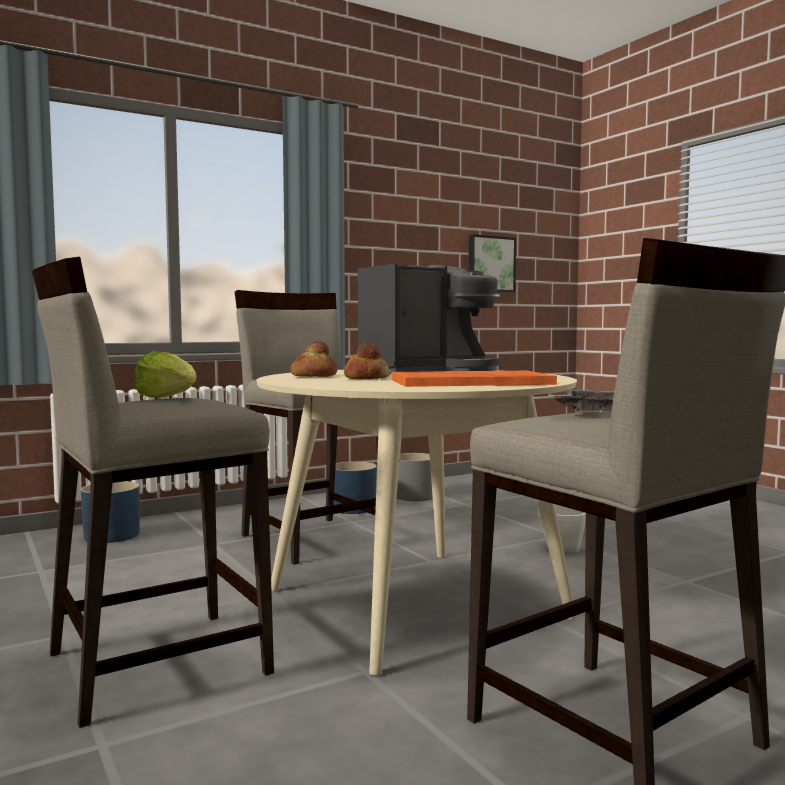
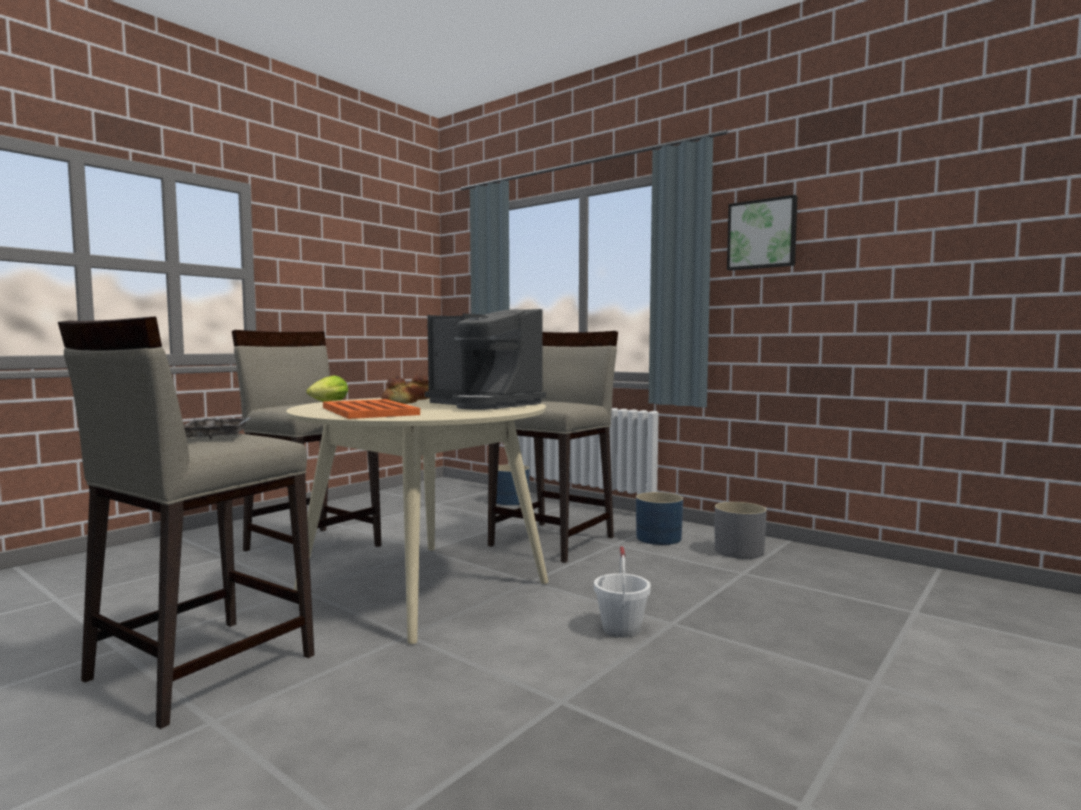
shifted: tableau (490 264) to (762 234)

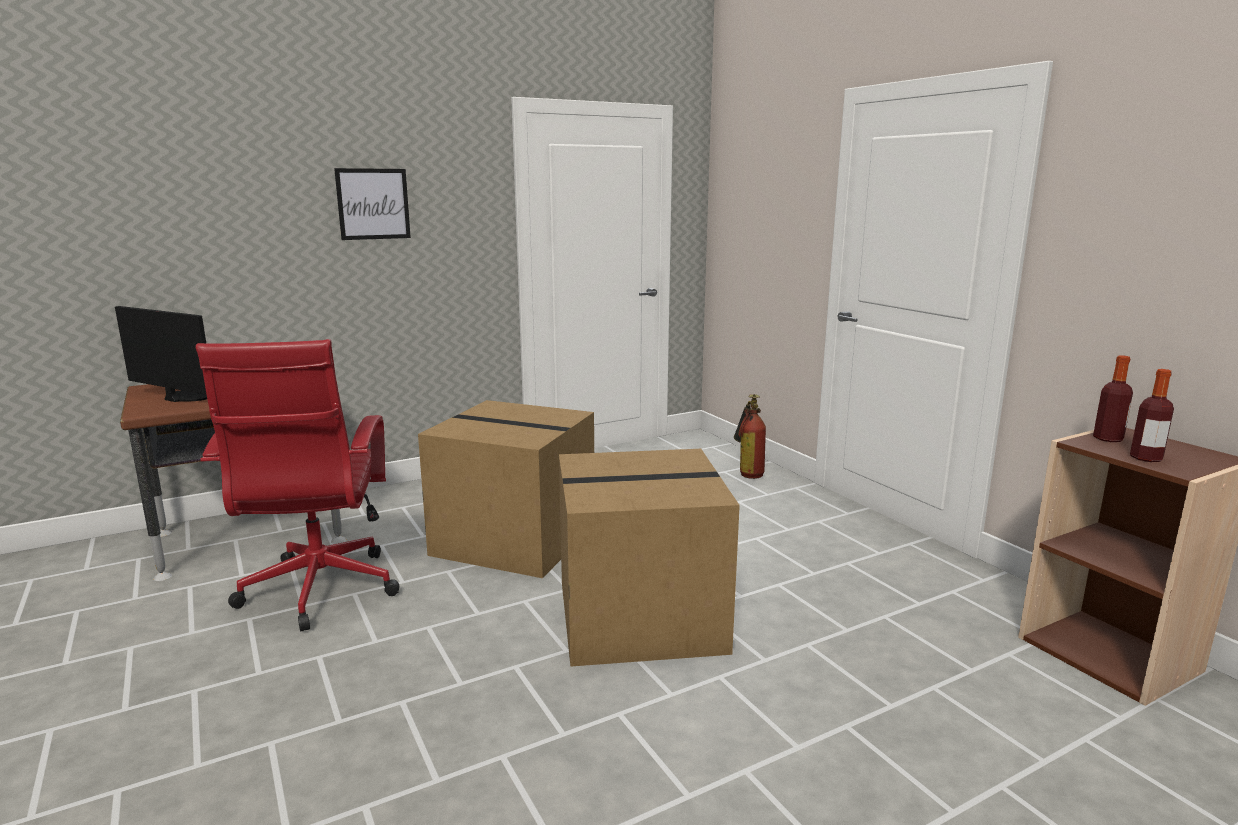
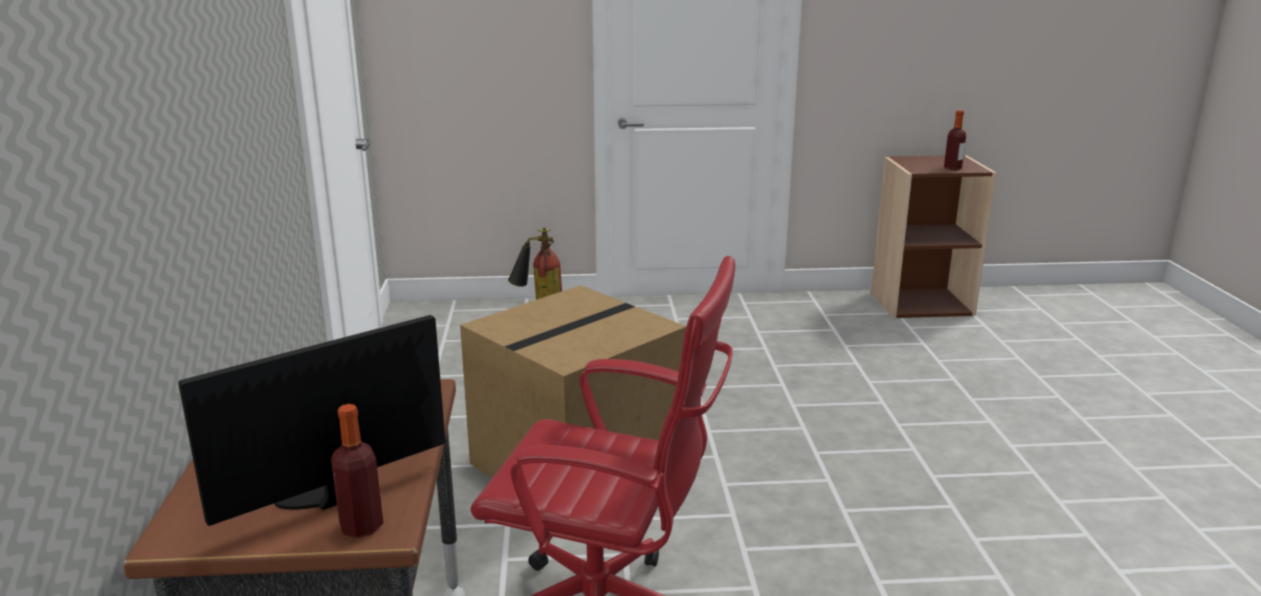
gone: tableau (373 204); carton (642 615)
shifted: bouteille (1108 438) to (362 527)

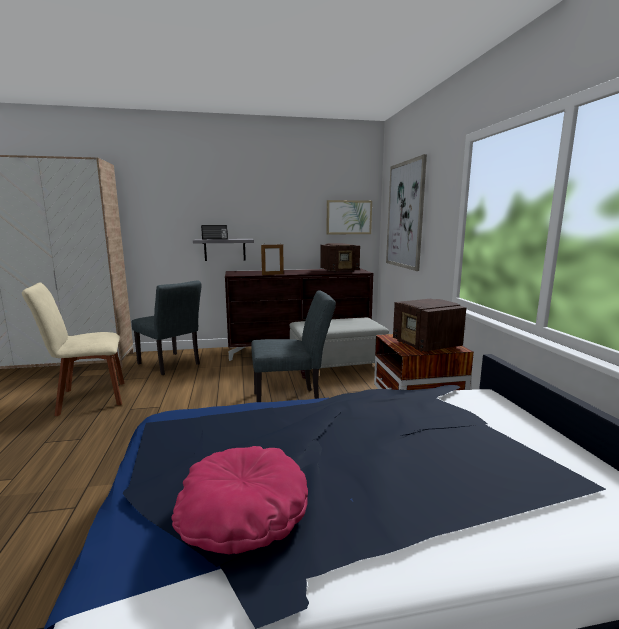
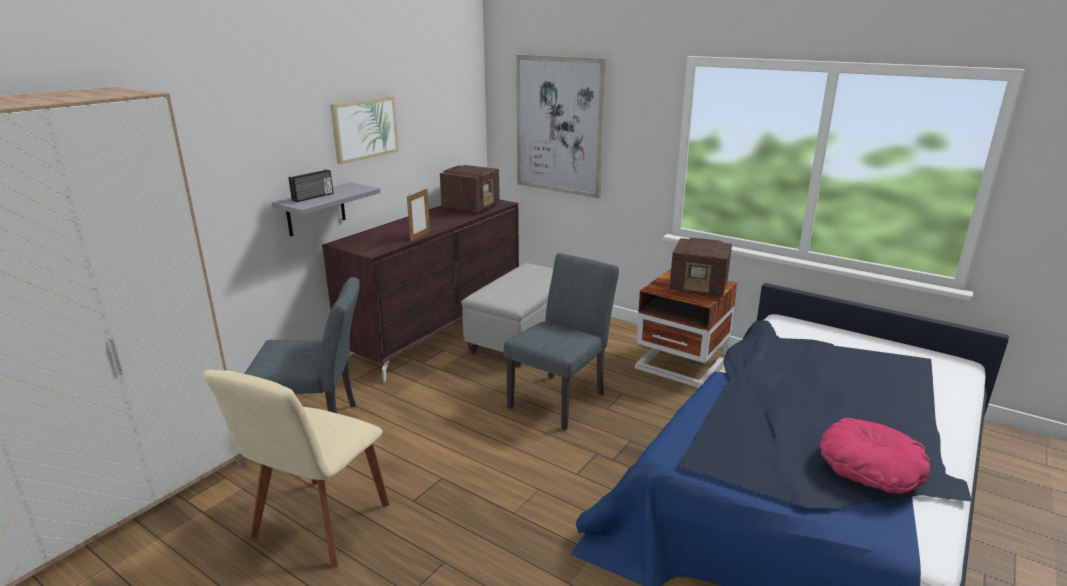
shifted: tableau (348 217) to (364 129)

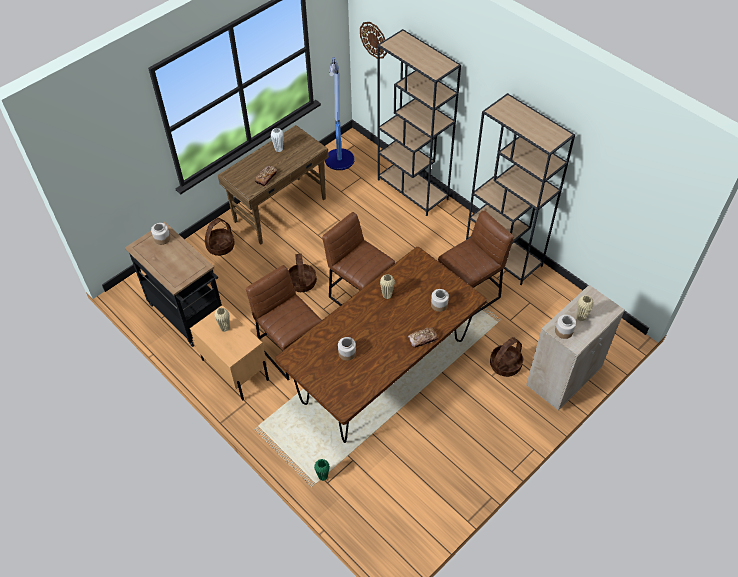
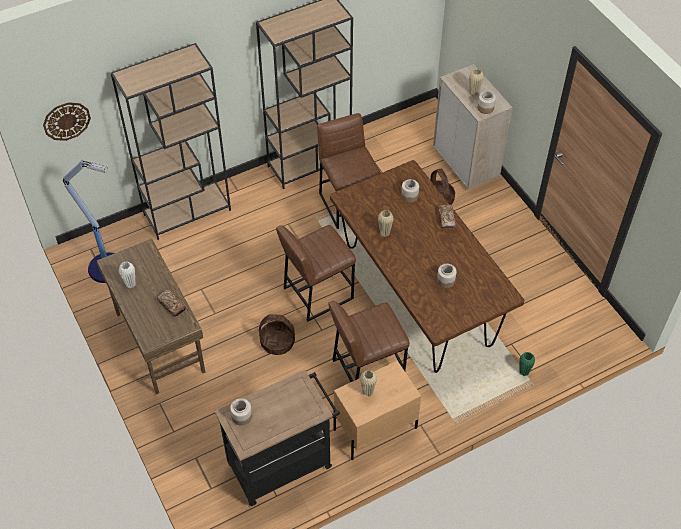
gone: panier (220 246)

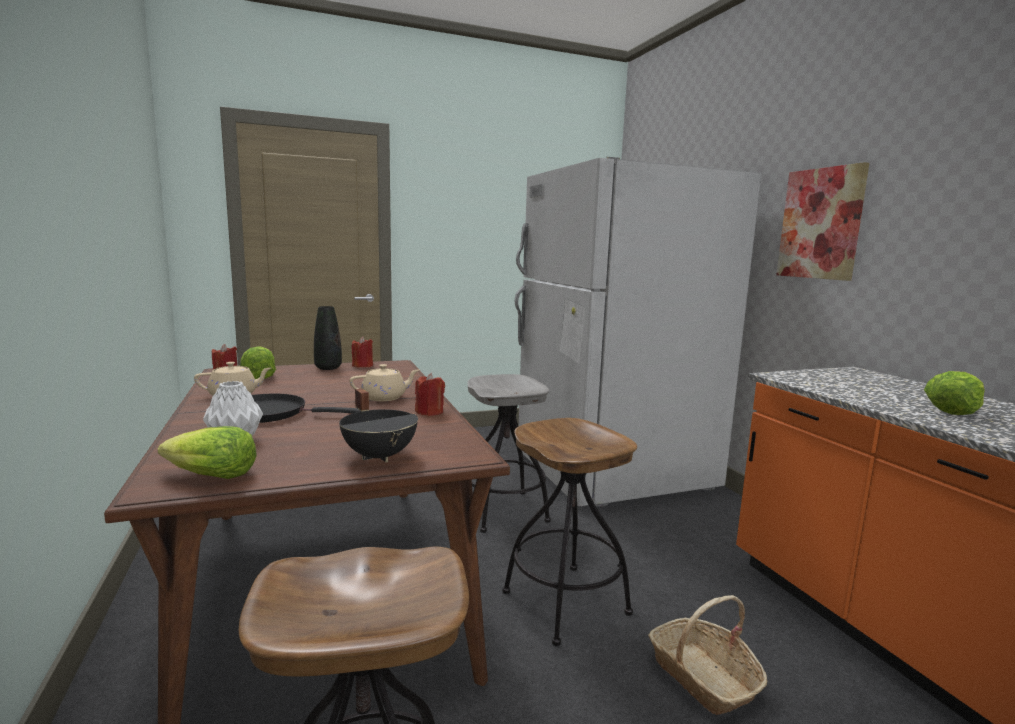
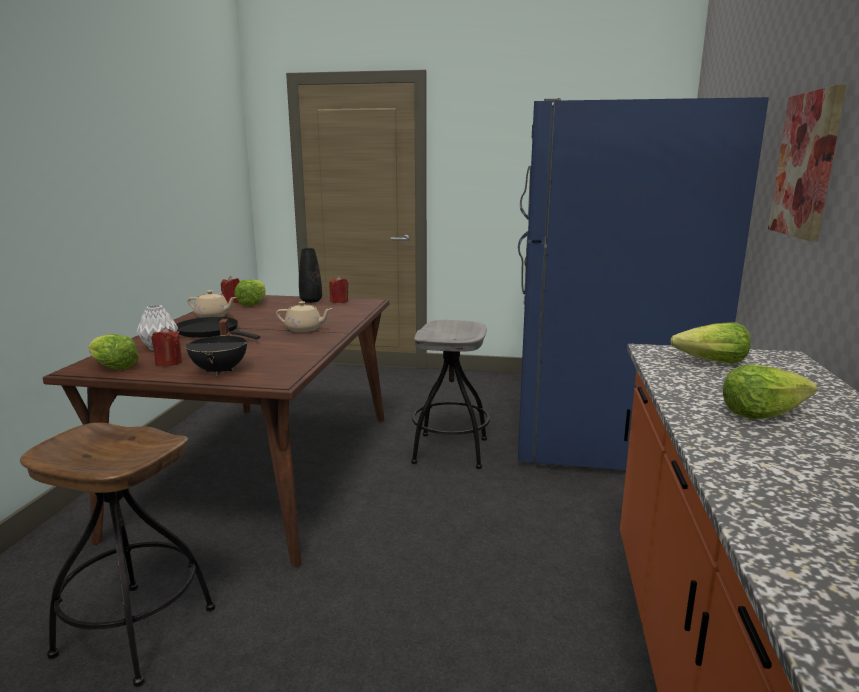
gone: tabouret [marron] (566 602); panier (703 677)
new: laitue (711 362)
shifted: bougie [rouge] (429 412) to (169 362)
repainted: réfrigérateur [blanc] (613 470) to réfrigérateur [bleu] (602 437)

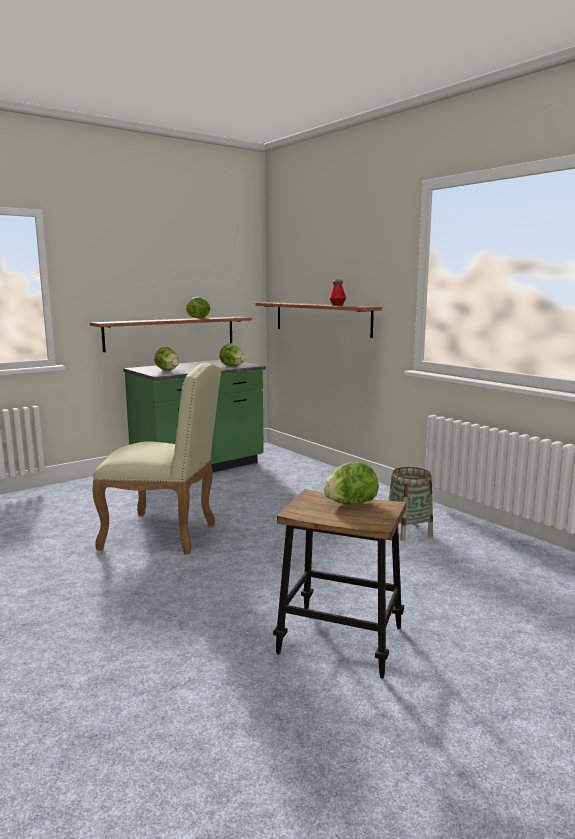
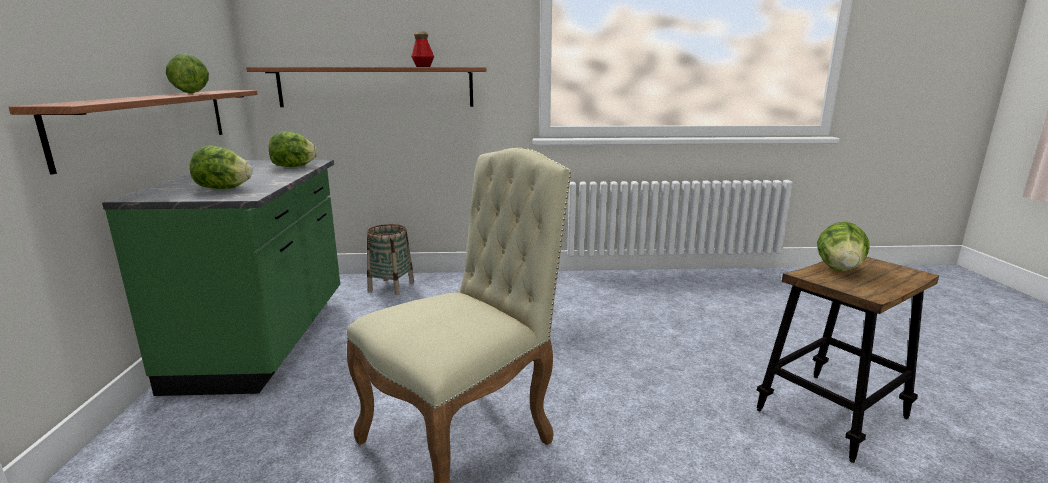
shifted: panier (409 532) to (391 287)

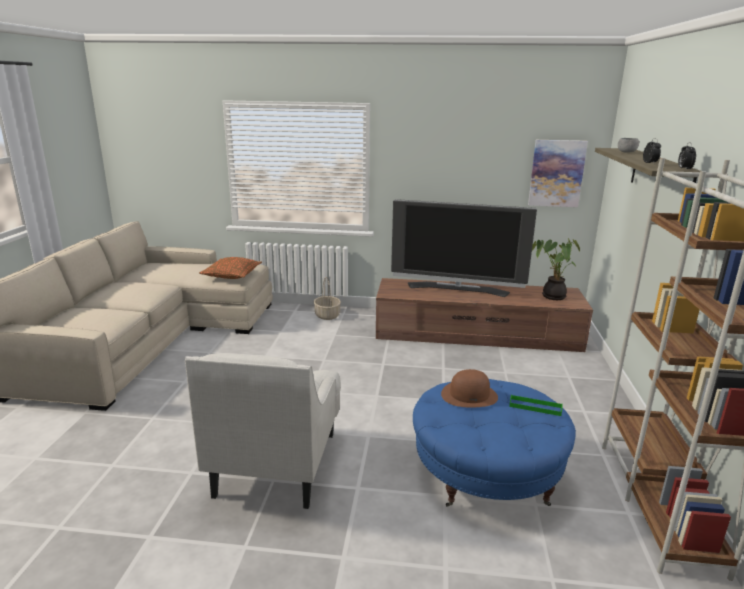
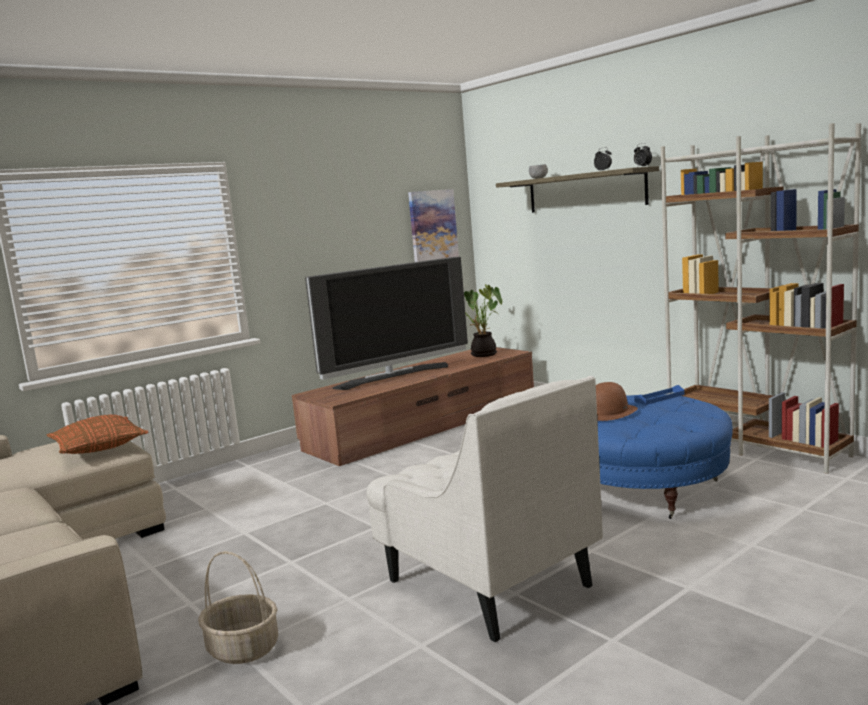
shifted: panier (327 315) to (242 649)
repainted: plateau [vert] (535 407) to plateau [bleu] (659 398)

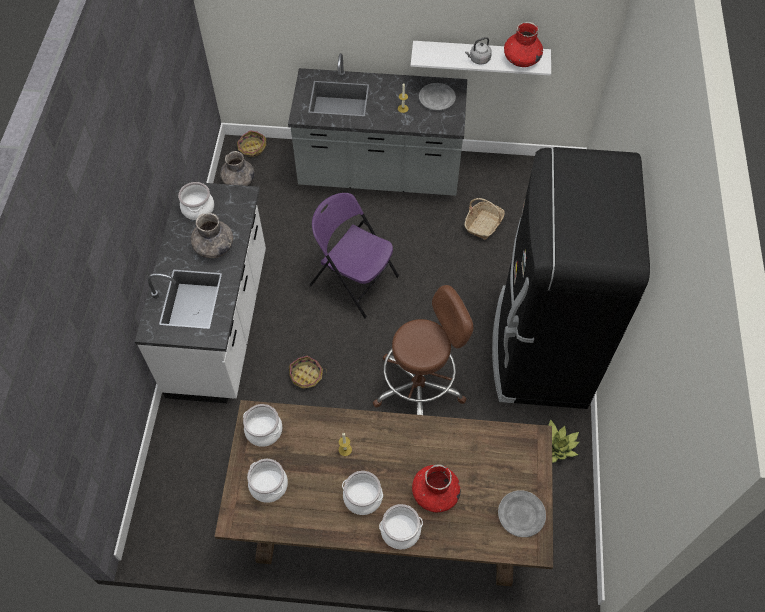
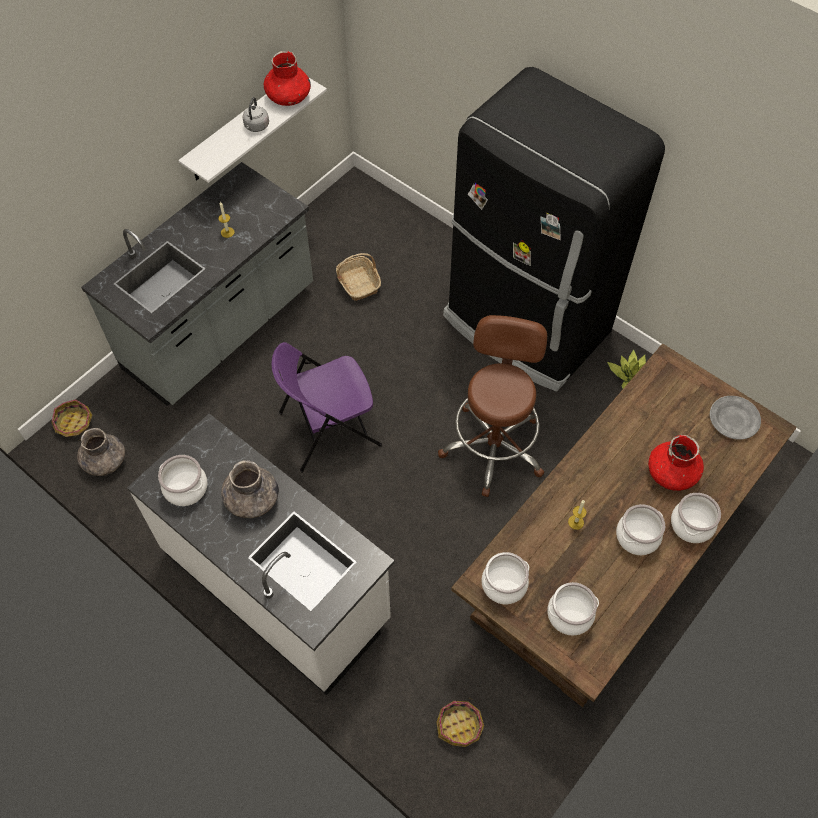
gone: assiette [gris] (436 98)
shifted: panier (306 376) to (460 726)

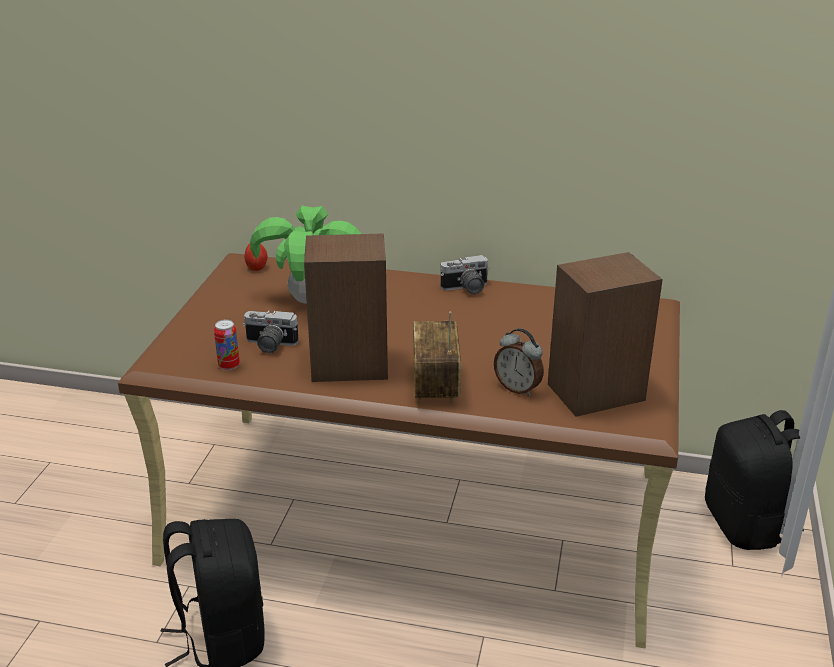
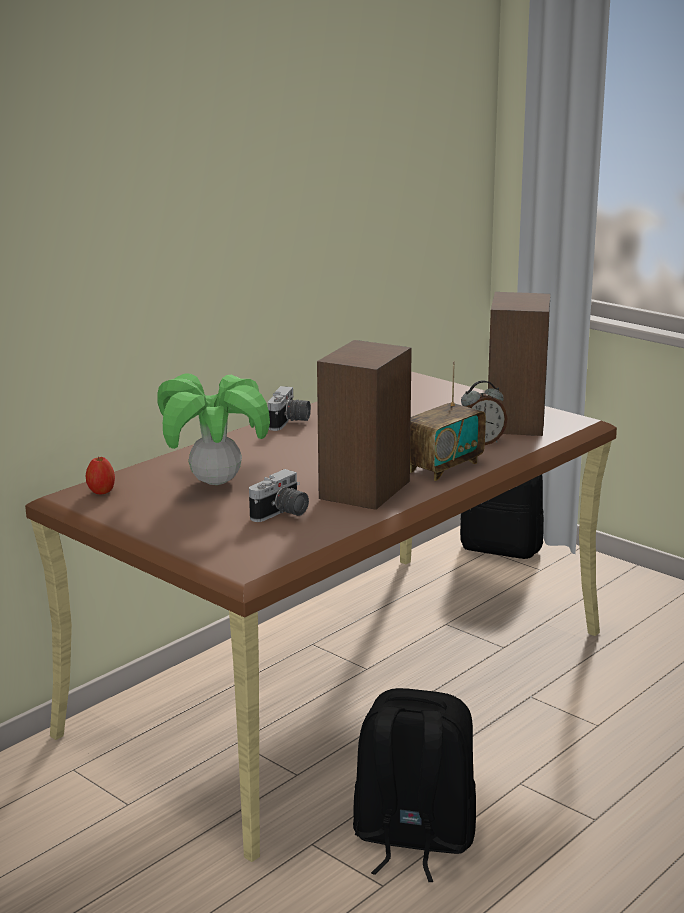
gone: boîte métallique (229 366)
rotated: radio (436 385) = (442 467) 75 degrees counterclockwise

